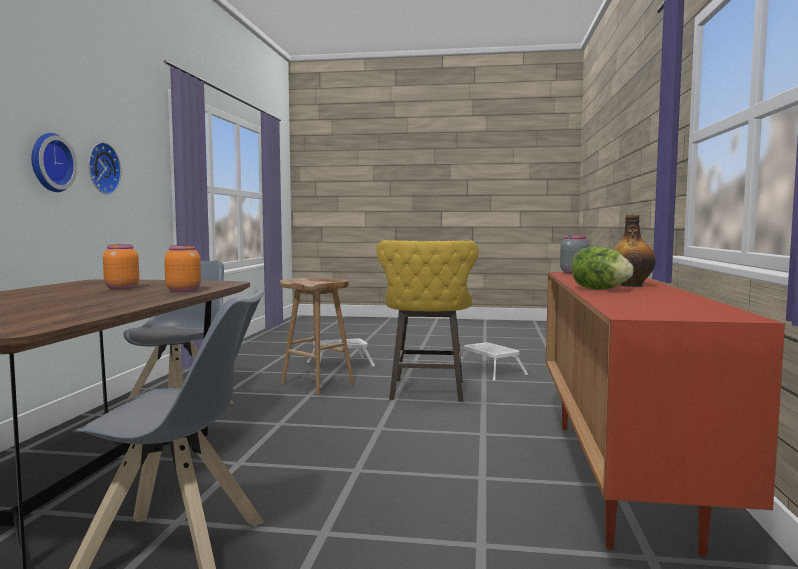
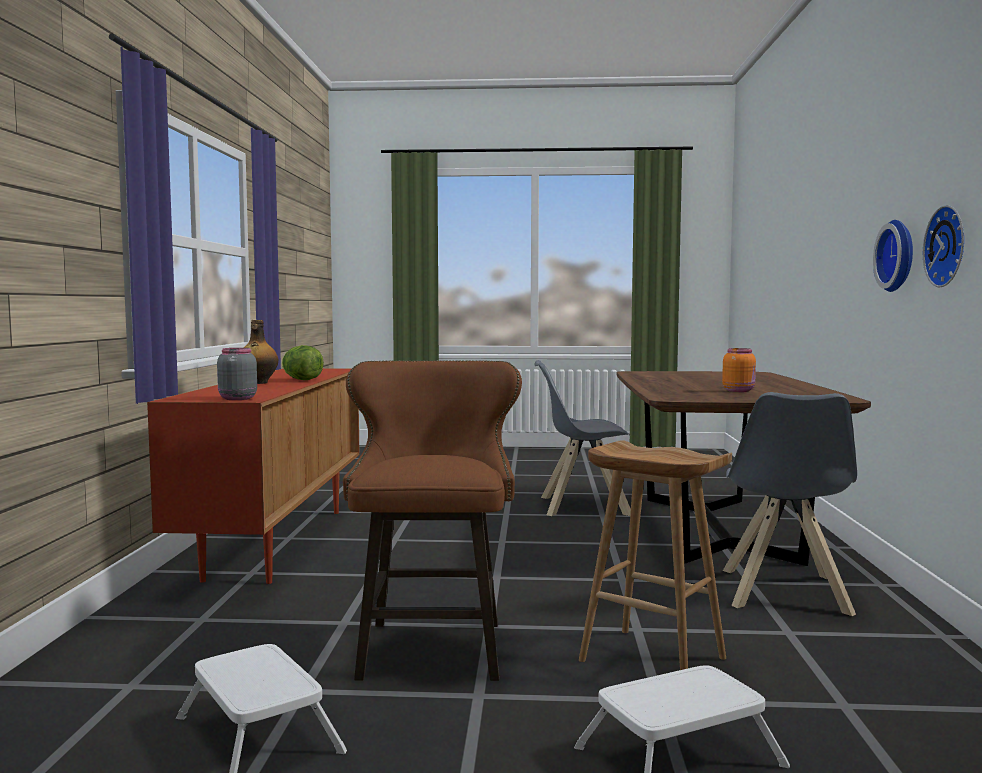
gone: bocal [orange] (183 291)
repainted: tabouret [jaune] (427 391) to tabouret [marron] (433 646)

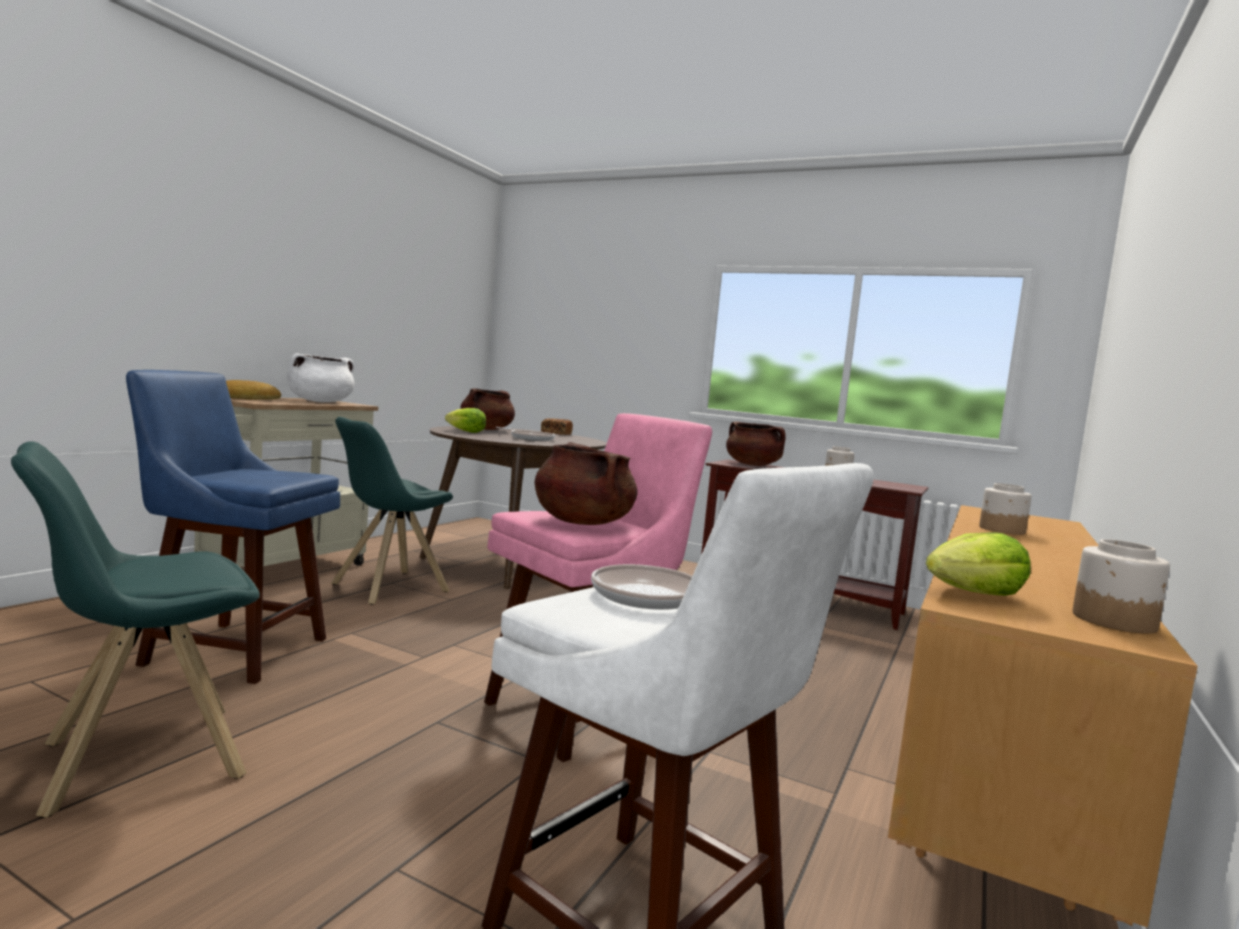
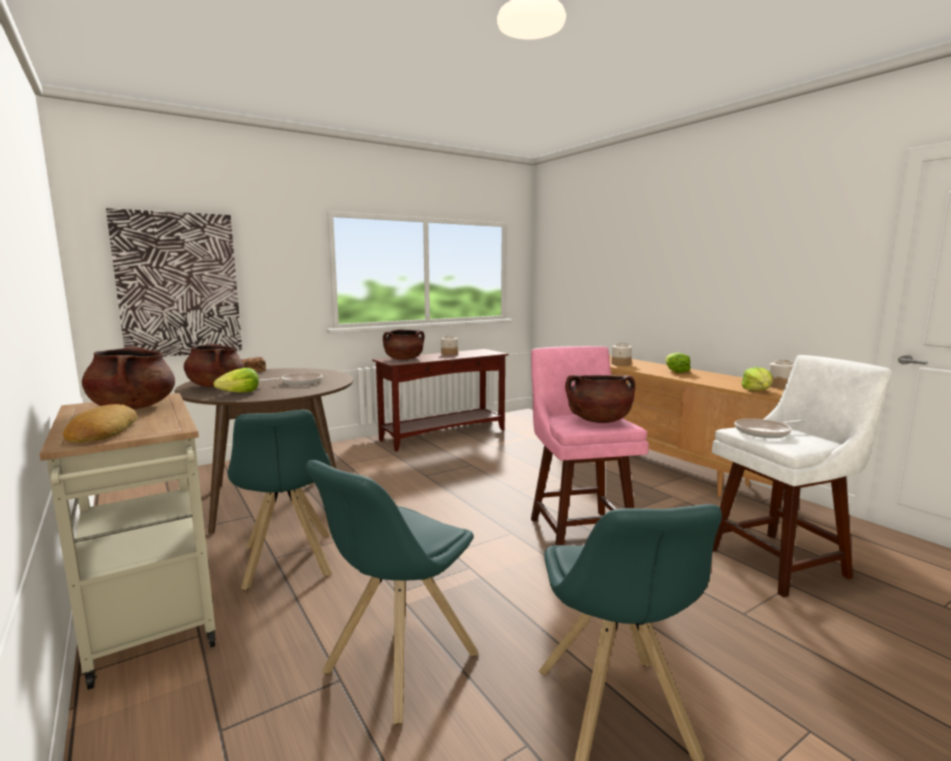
new: tableau (179 285); laitue (675 371)
swapped: tabouret [bleu] (231 650) to chaise [turquoise] (399 662)
repainted: marmite [blanc] (320 402) to marmite [marron] (133 407)

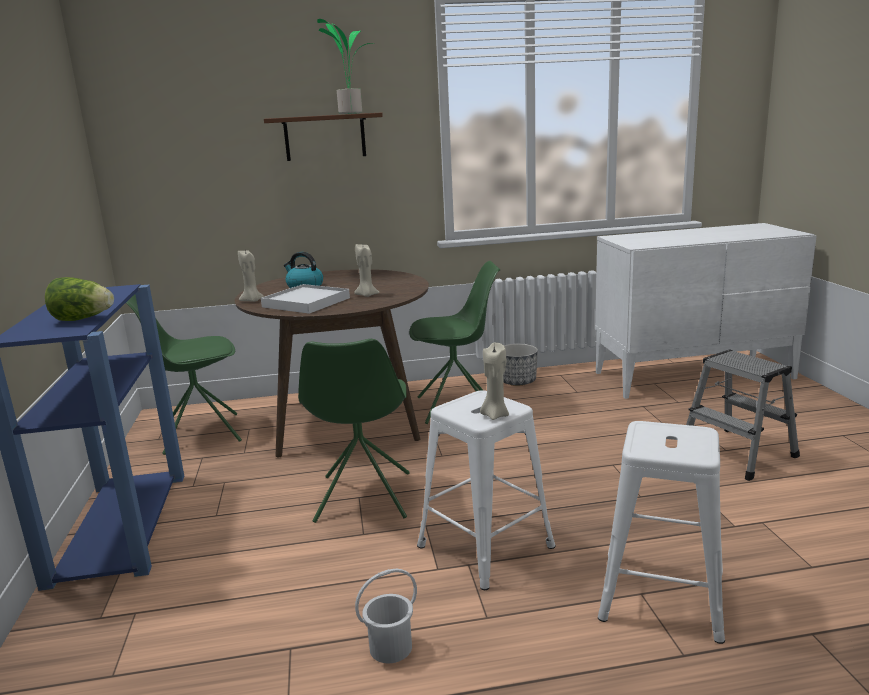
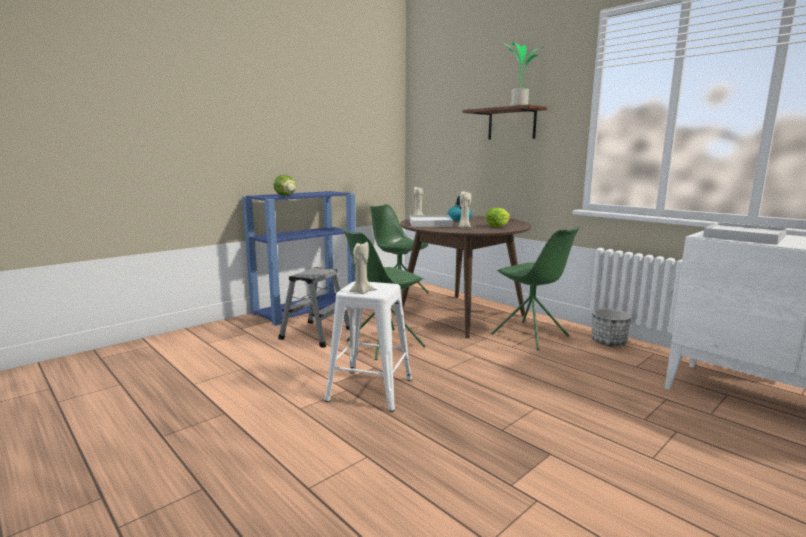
gone: tabouret [blanc] (662 595); seau [blanc] (390 647)
new: laitue (497 226); plateau [blanc] (744 237)
shifted: escabeau [gris] (738 453) to (316 334)

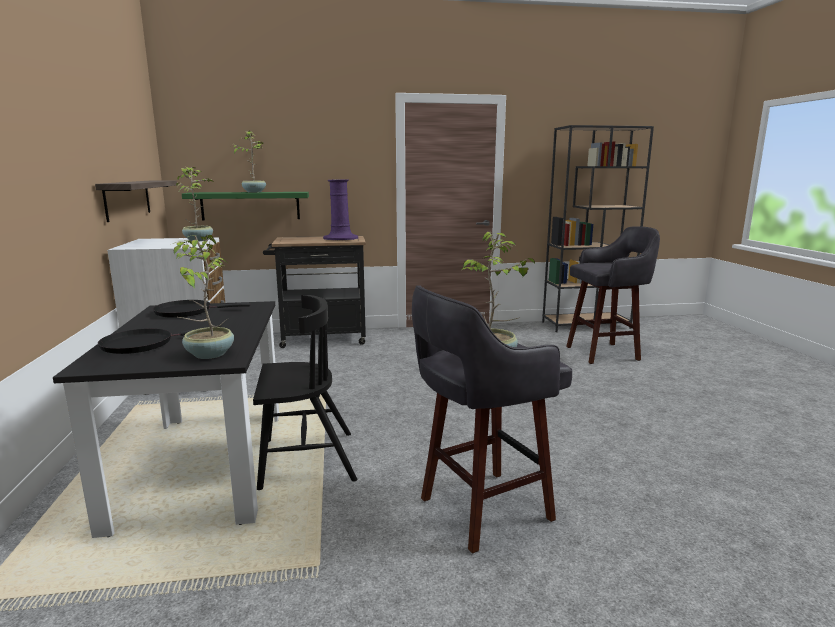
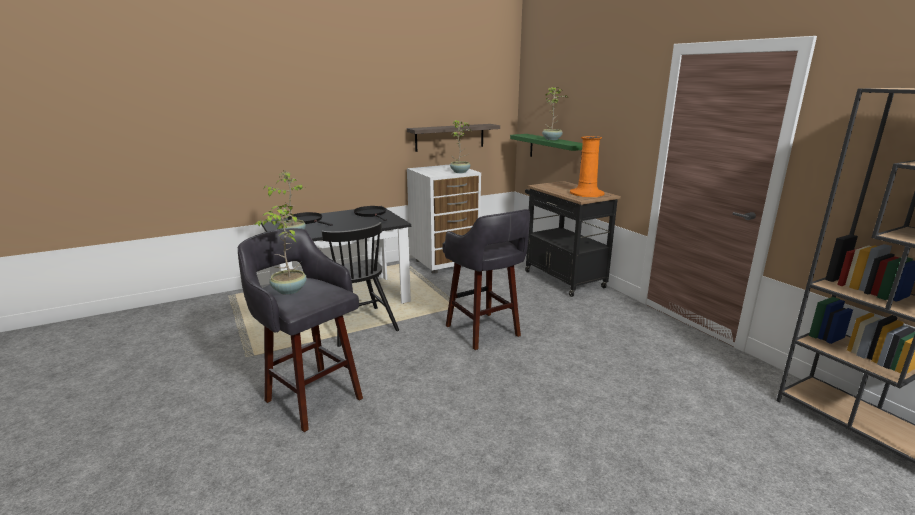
shifted: tabouret [gris] (605 353) to (484 332)
repainted: vase [violet] (341 238) to vase [orange] (587 194)

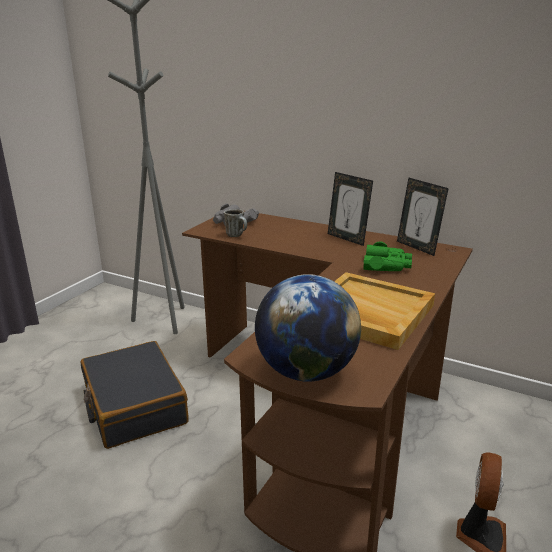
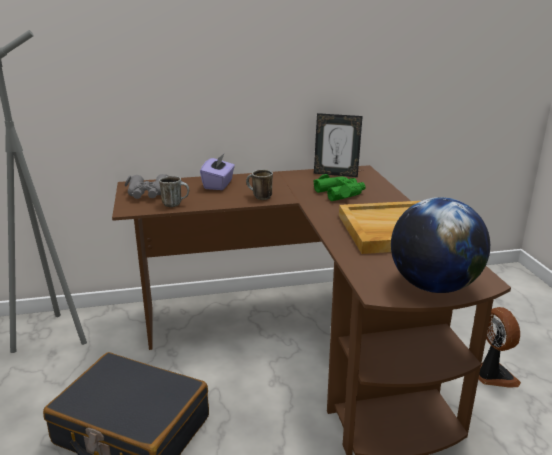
gone: cadre photo (347 238)
new: boîte à mouchoirs [violet] (218 184); mug (259 197)

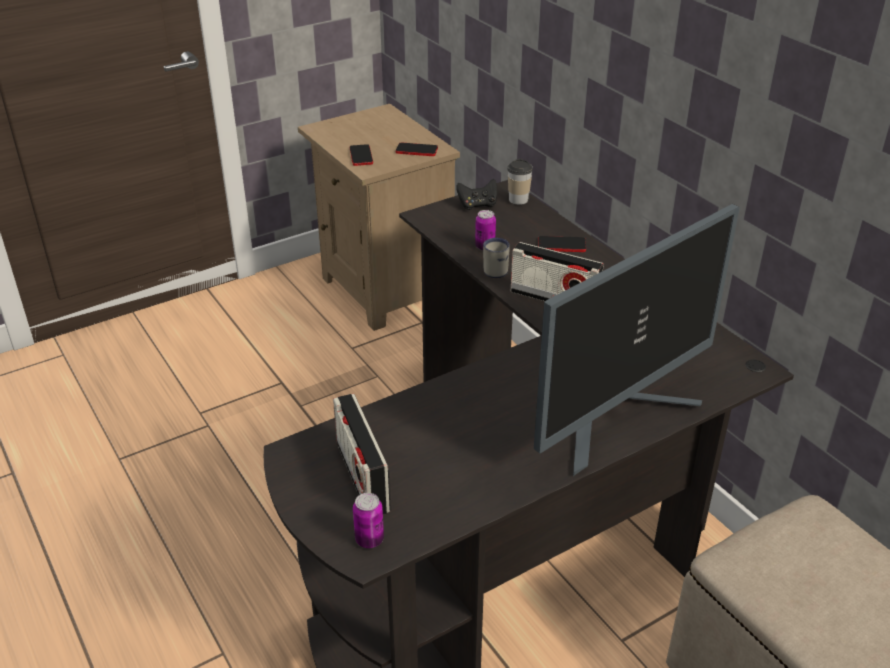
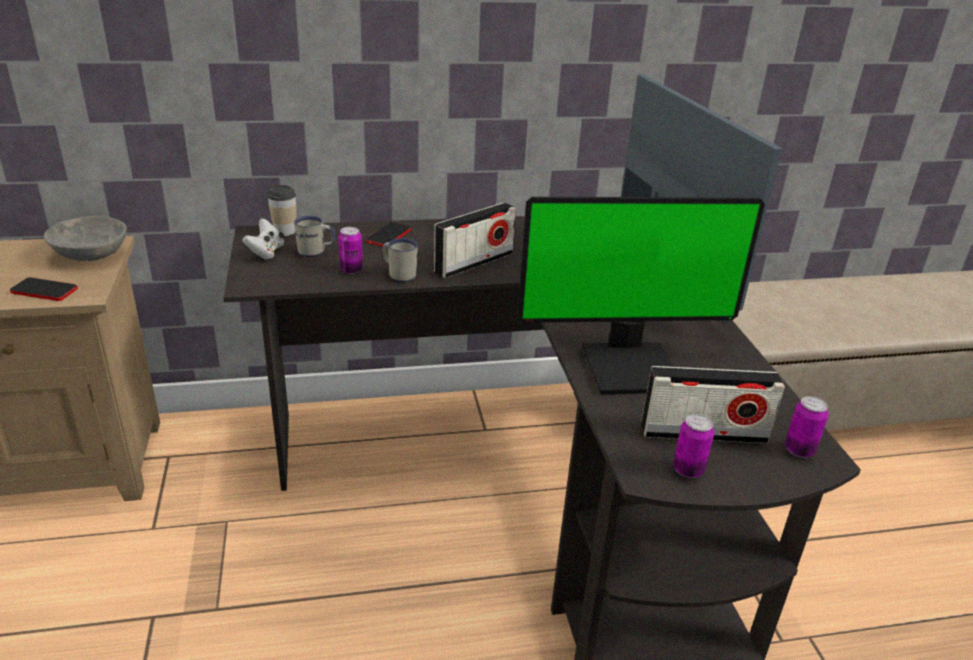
new: écran d'ordinateur (630 366); mug [blanc] (316 252); boîte métallique (688 470)
swapped: téléphone (416 150) to bol [gris] (90 255)
repainted: manette [noir] (477 205) to manette [blanc] (266 252)

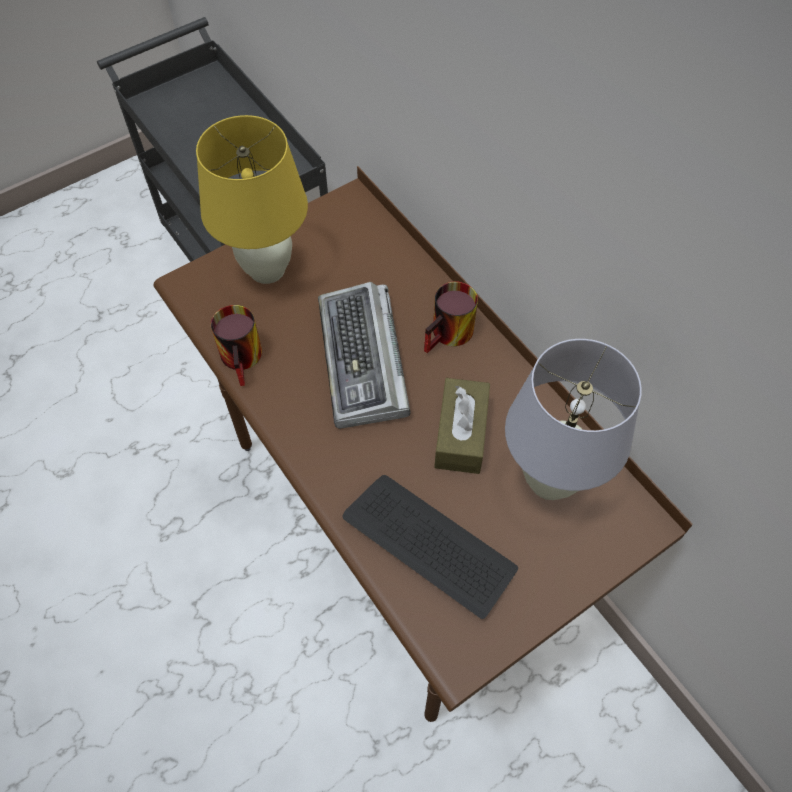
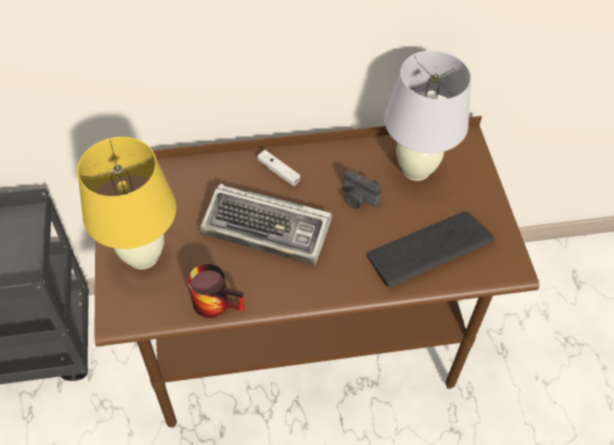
swapped: mug (450 336) to manette [blanc] (278 171); boîte à mouchoirs [marron] (461 434) to appareil photo (358 199)

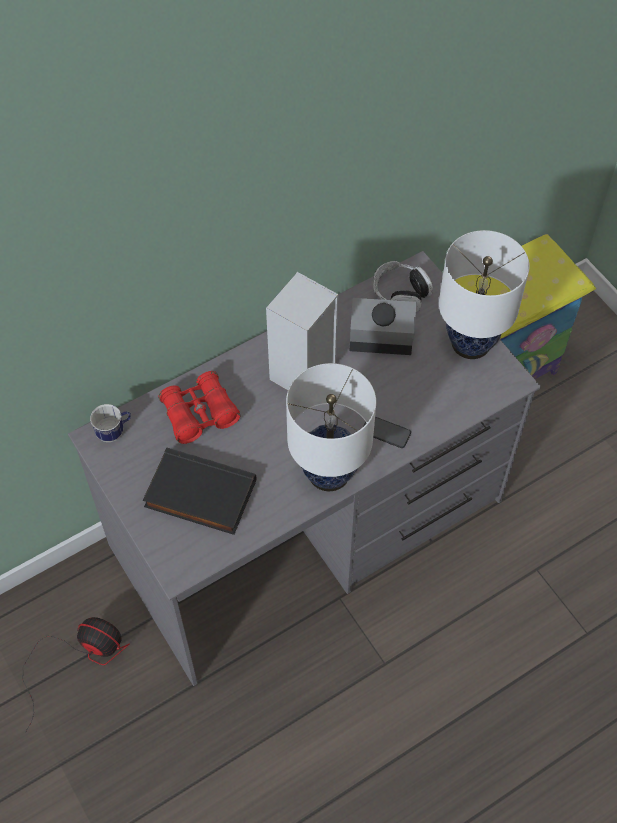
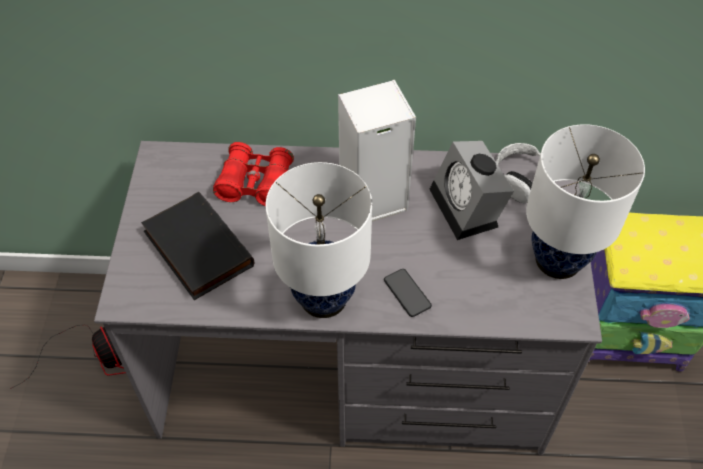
gone: mug (114 431)
rotated: réveil (378 339) = (468 208) 150 degrees counterclockwise

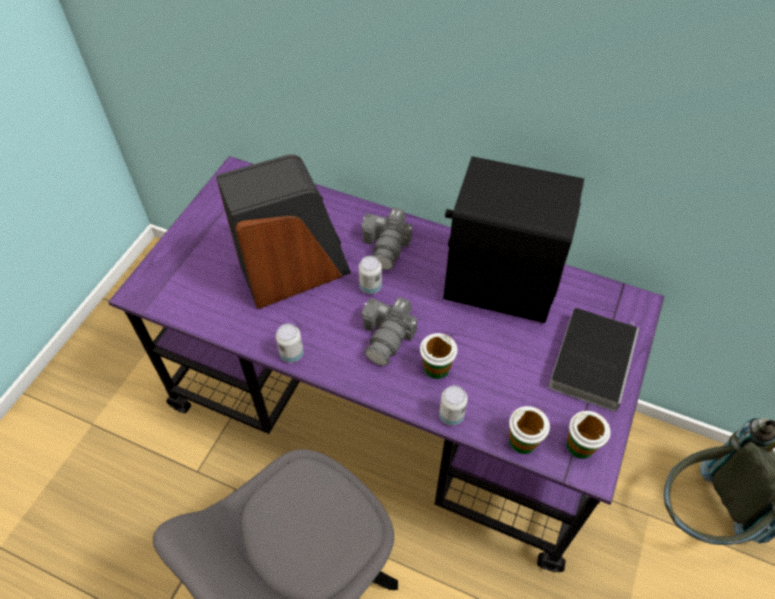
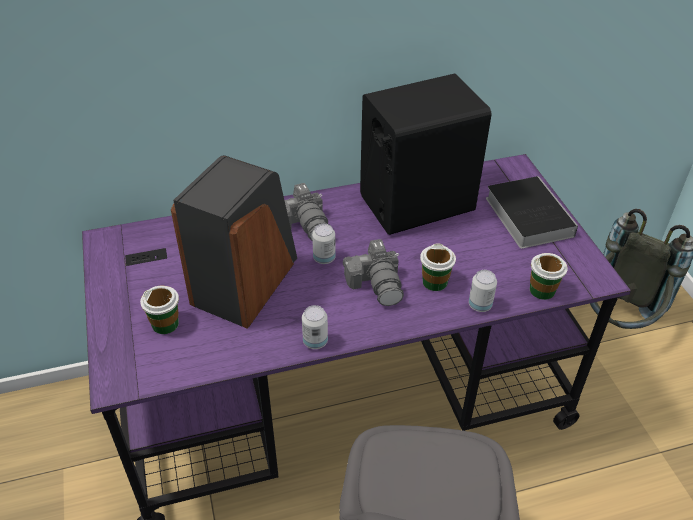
shifted: tasse (580 445) to (165 324)

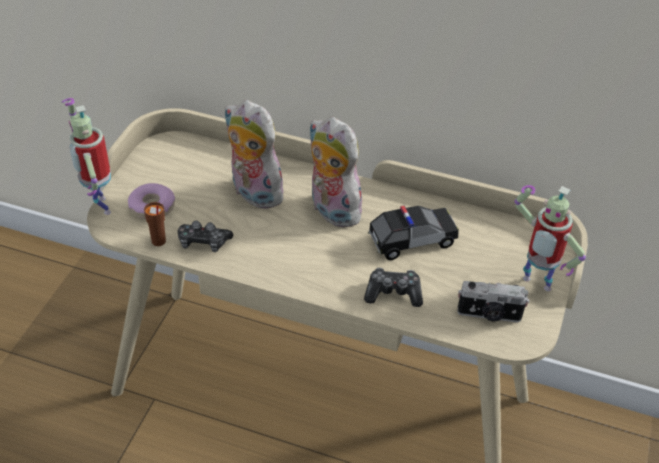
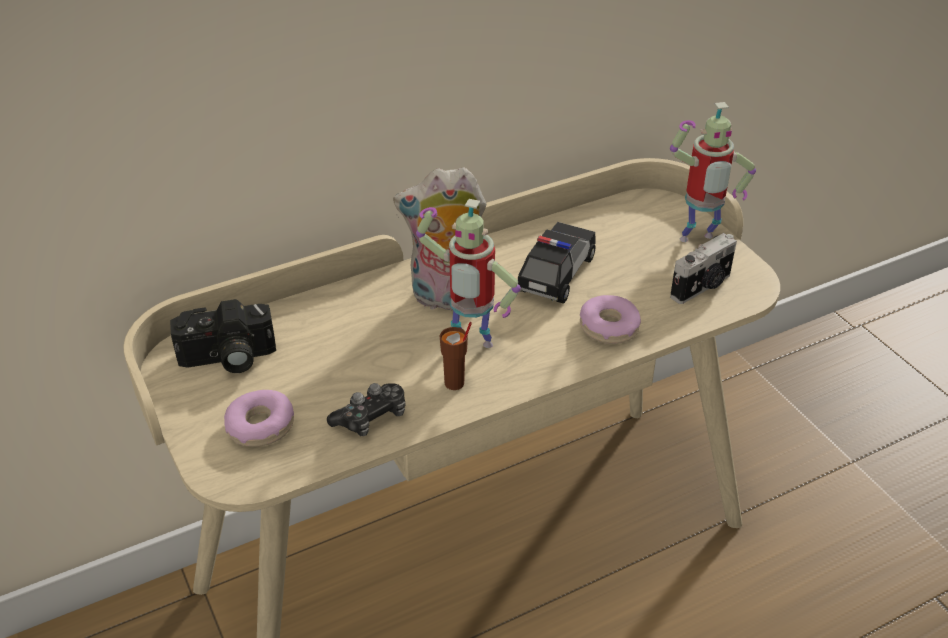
gone: peluche (253 193)
new: appareil photo (227 358)
shifted: robot jouet (100 206) to (470 345); tasse [marron] (158 241) to (455 383)
swapped: manette (393 293) to beignet (609 327)

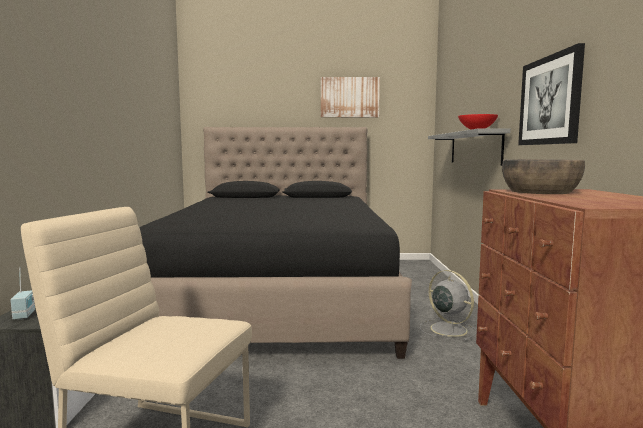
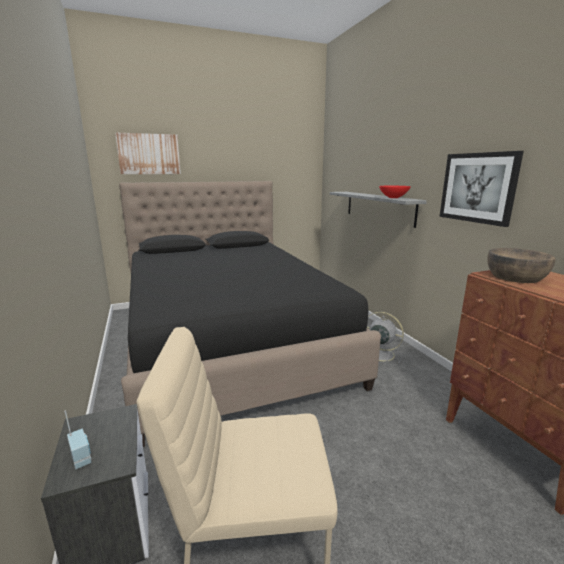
shifted: tableau (349 97) to (149 154)

